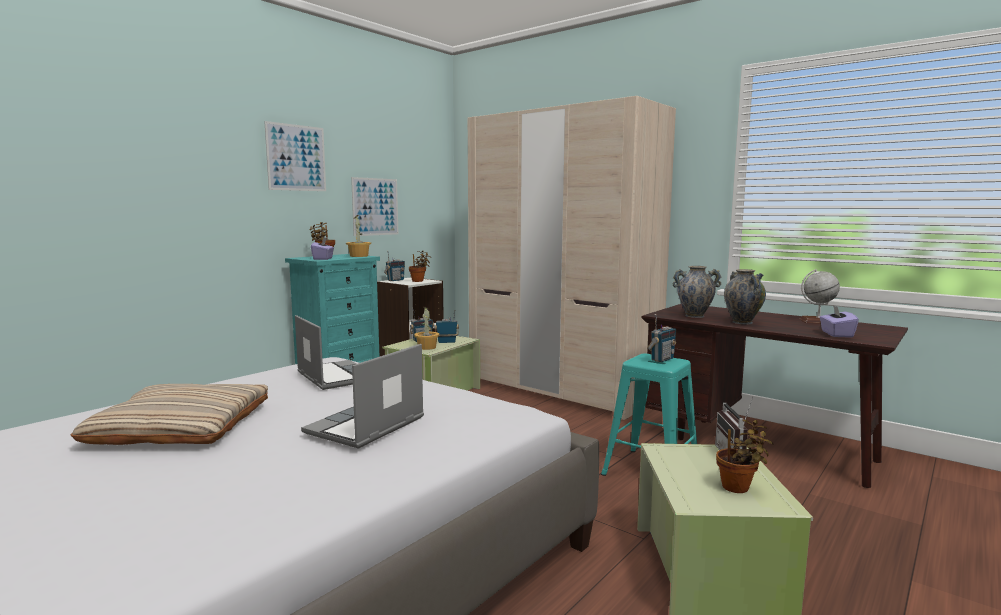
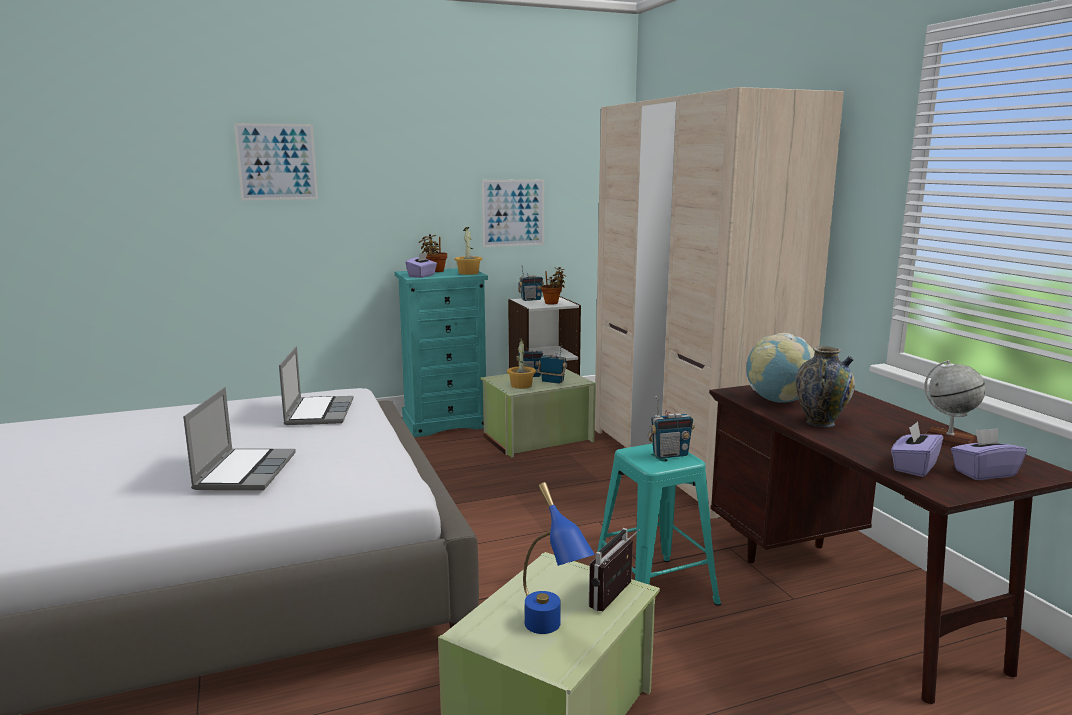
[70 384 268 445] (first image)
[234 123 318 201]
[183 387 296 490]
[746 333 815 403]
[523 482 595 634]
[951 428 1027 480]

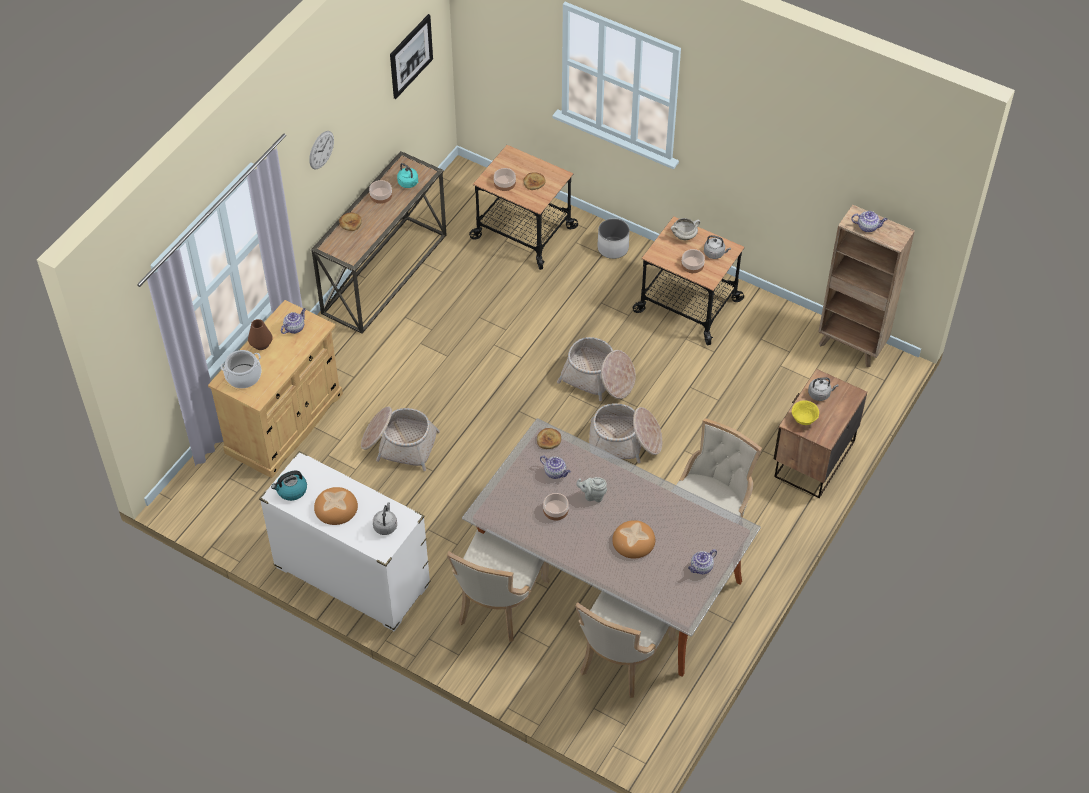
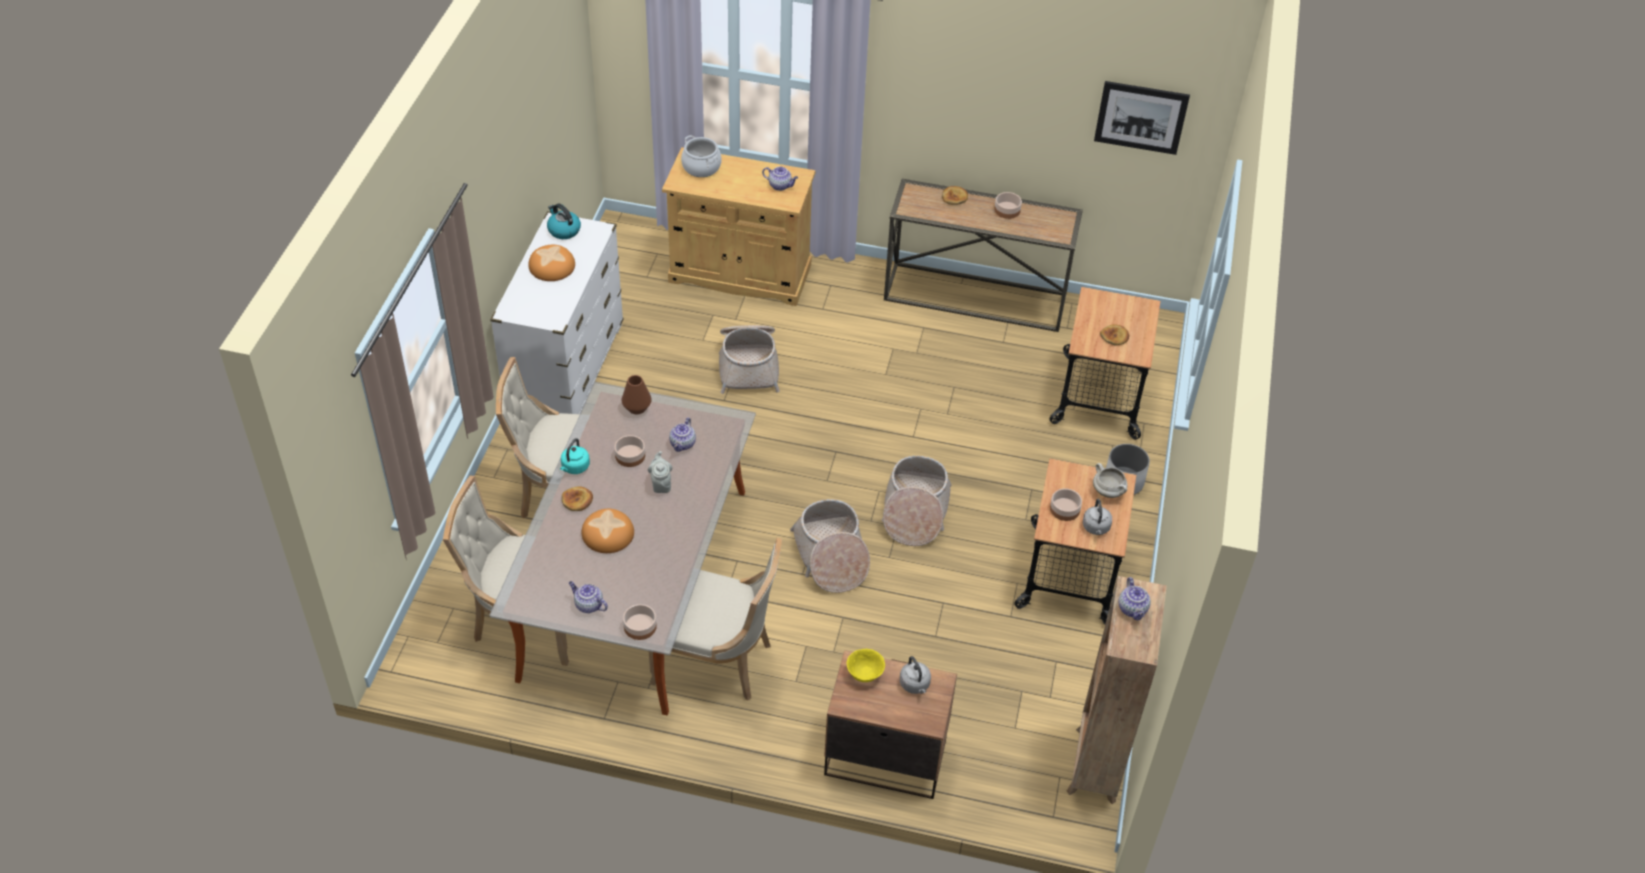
[622 375 652 414]
[309 131 334 170] (first image)
[373 502 397 535] (first image)
[560 438 590 474]
[623 604 657 640]
[562 487 593 511]

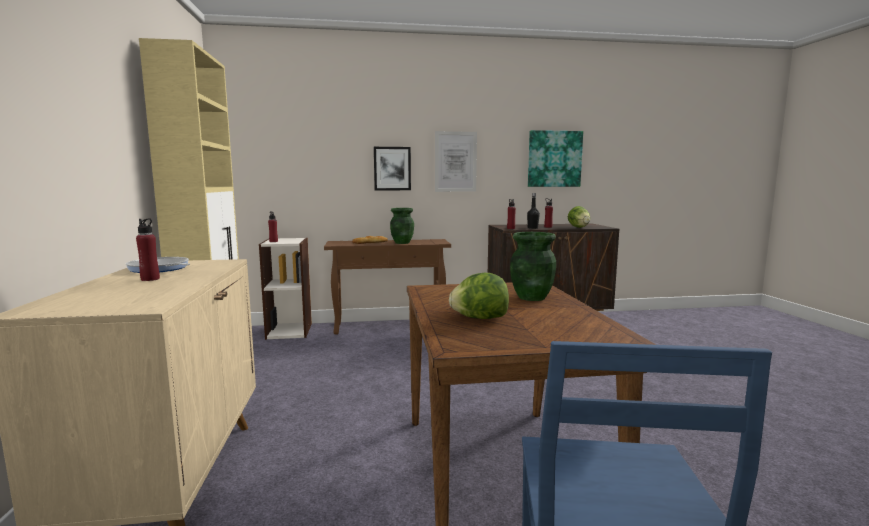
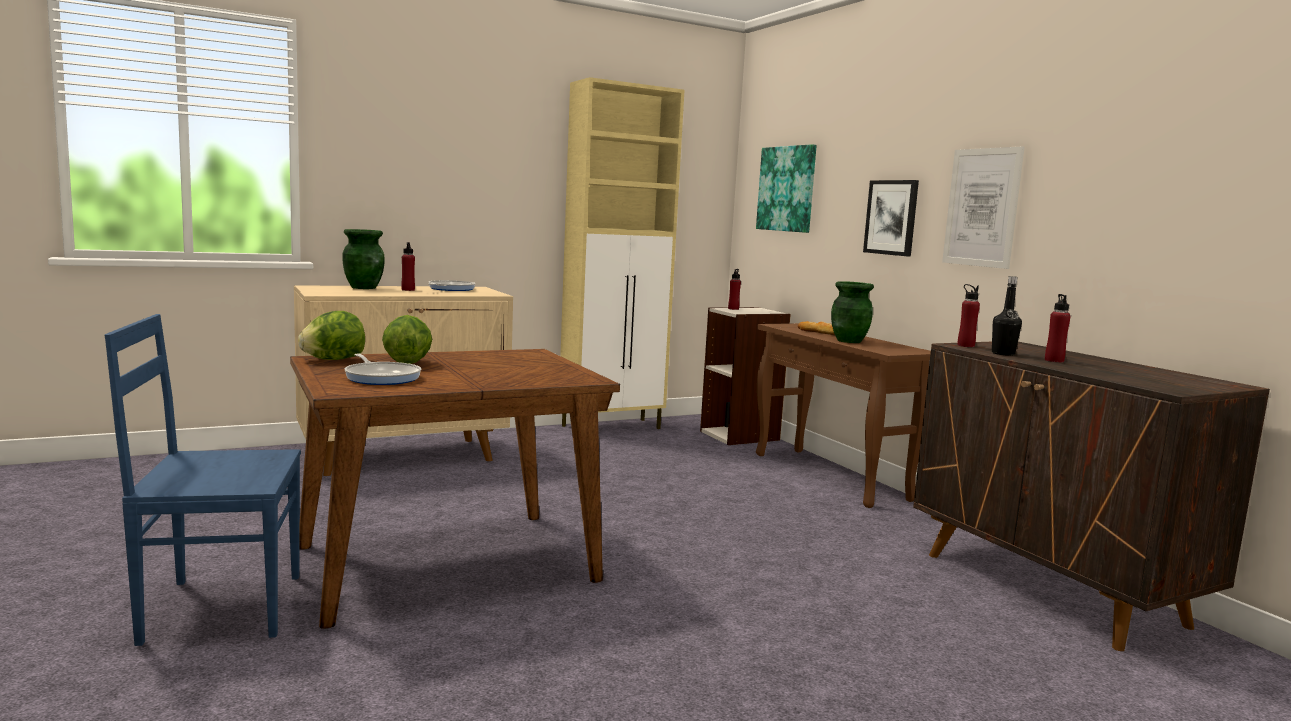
[342 229 385 289]
[756 144 817 233]
[298 311 365 360]
[345 354 421 385]

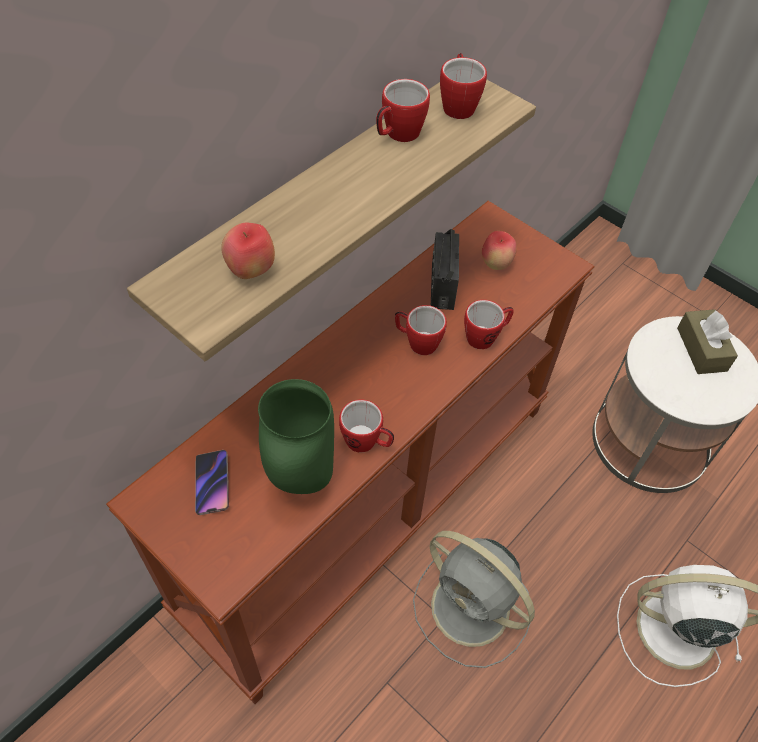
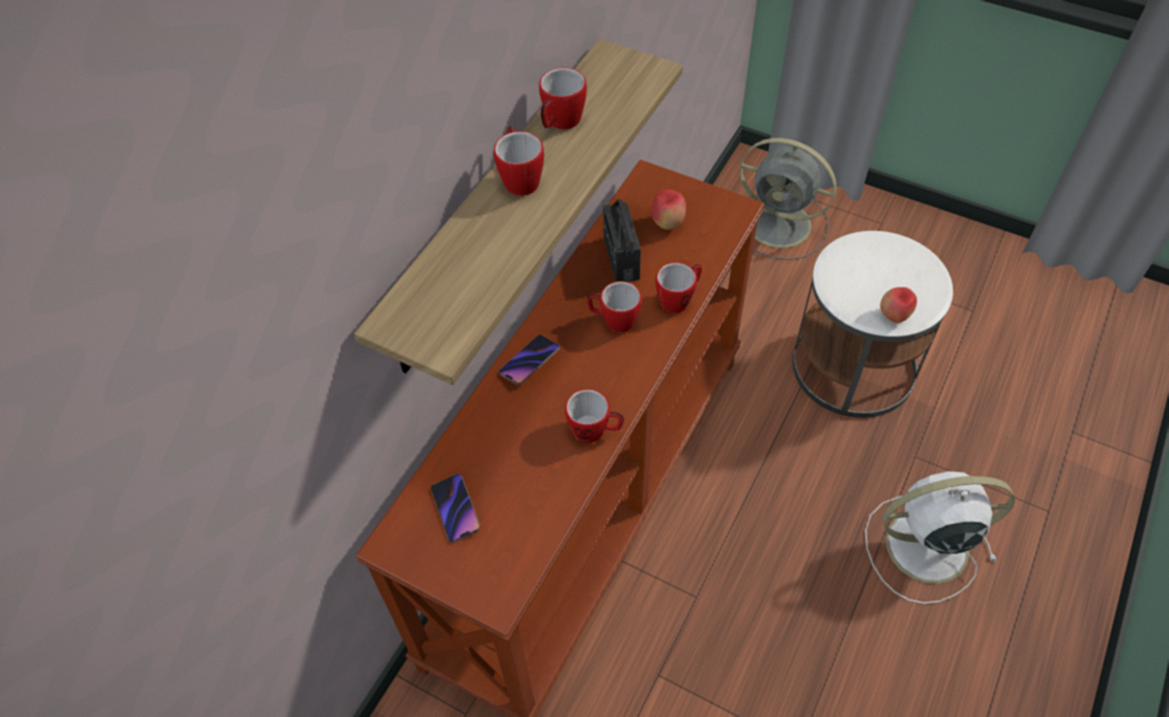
[880 287 917 323]
[258 379 334 494] (first image)
[740 138 837 260]
[494 126 544 196]
[677 309 738 374] (first image)
[499 335 560 385]

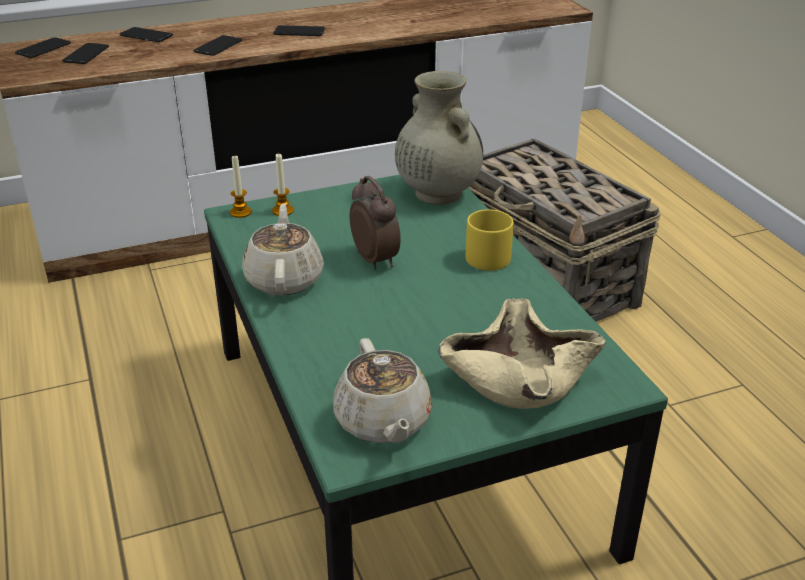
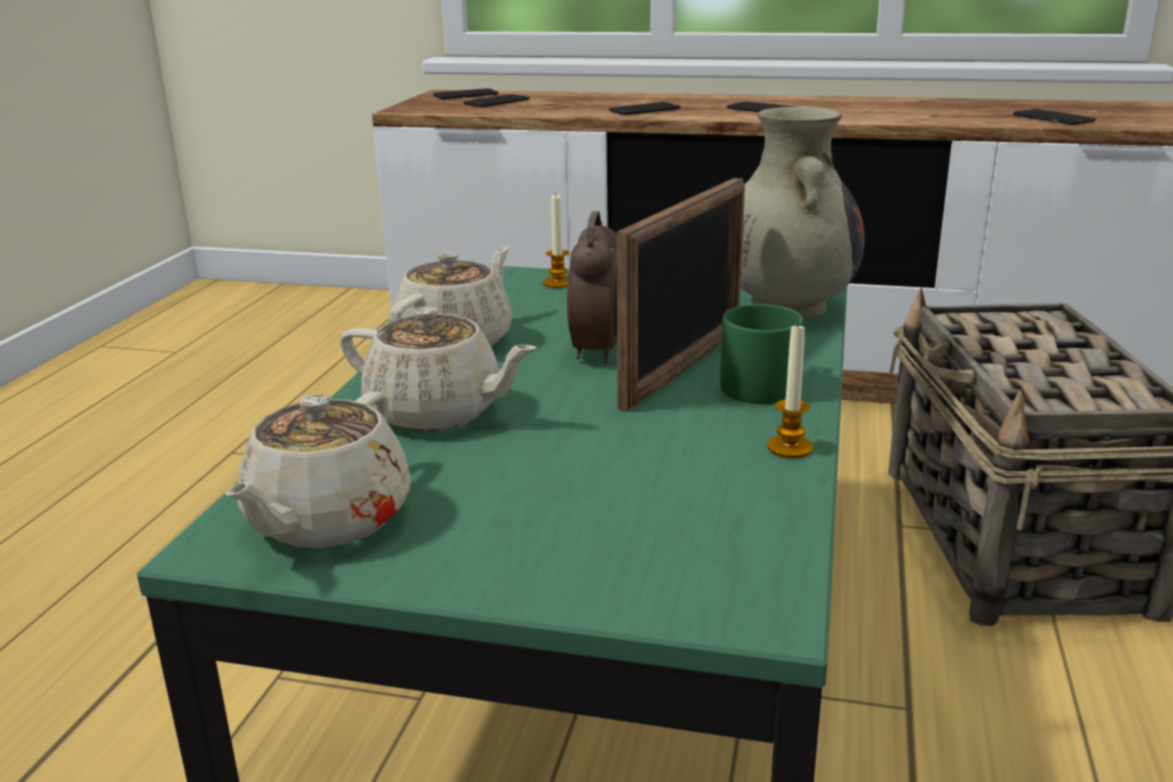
[1013 109 1096 125]
[767 322 813 458]
[438 299 606 409] (first image)
[720 304 803 404]
[340 306 536 431]
[617 178 745 411]

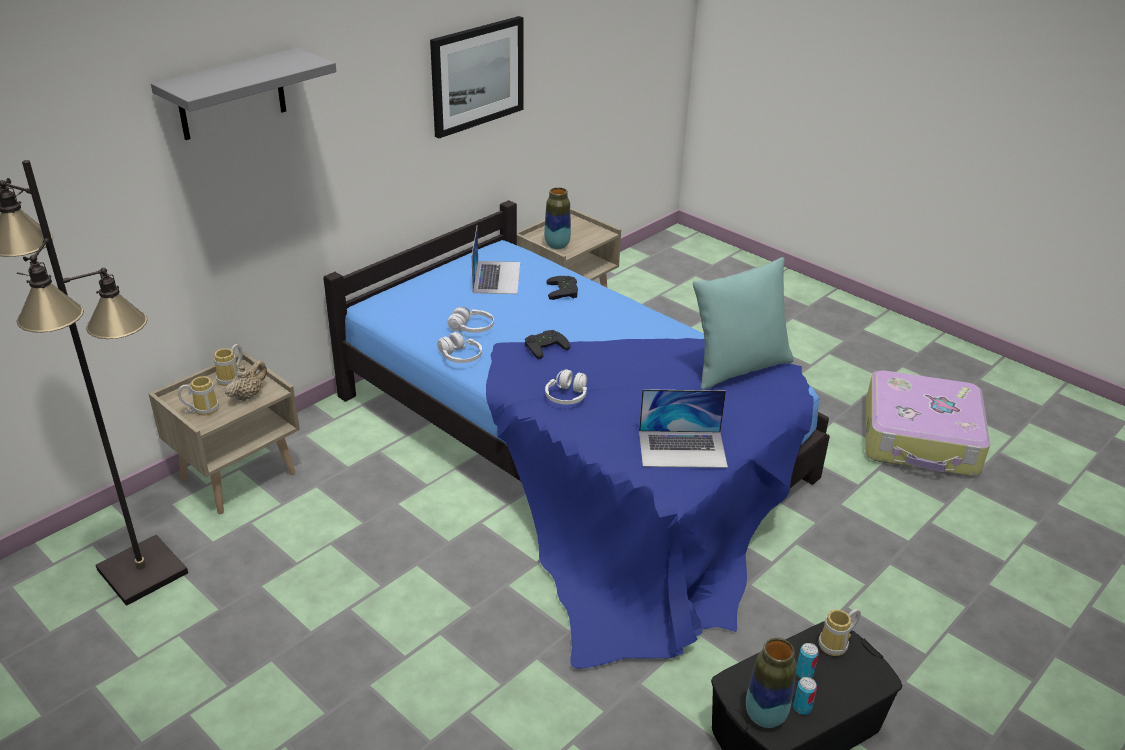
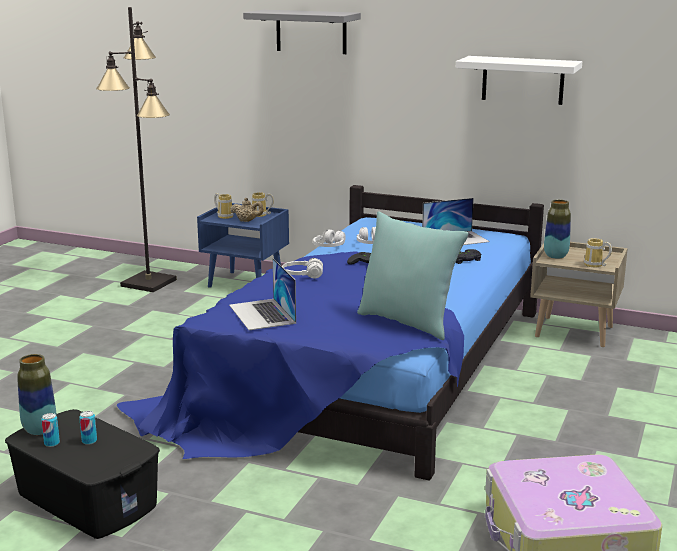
[197 203 289 288]
[456 56 582 105]
[584 238 612 267]

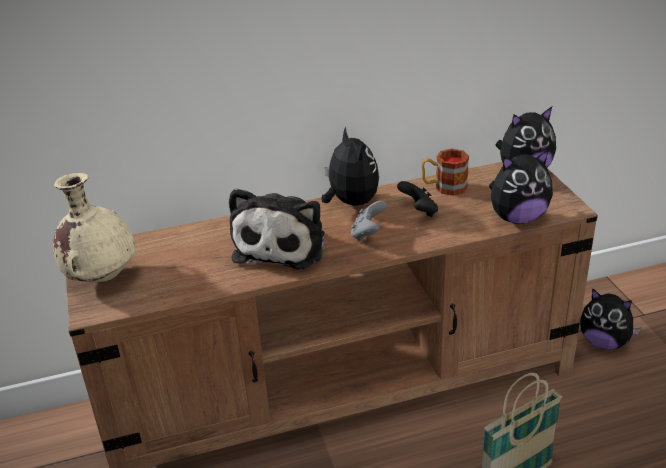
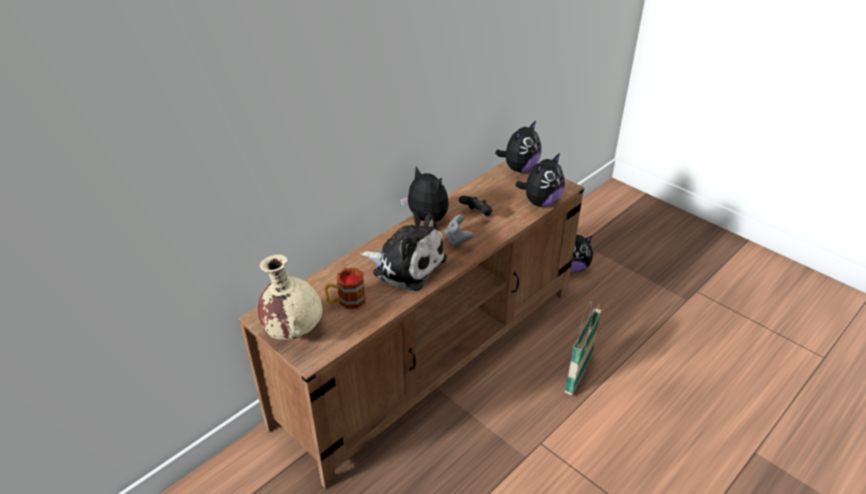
[361 214 447 291]
[325 268 365 309]

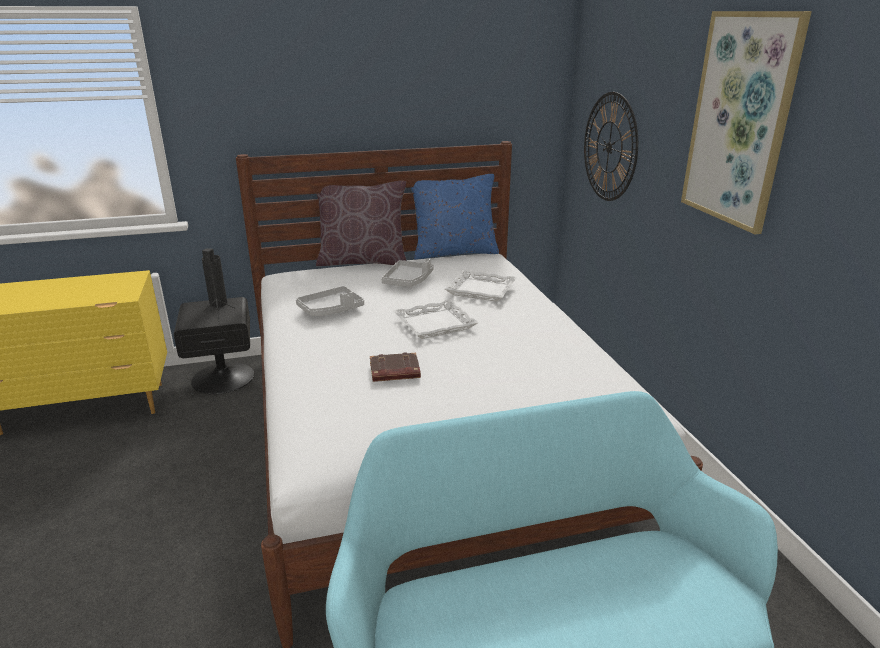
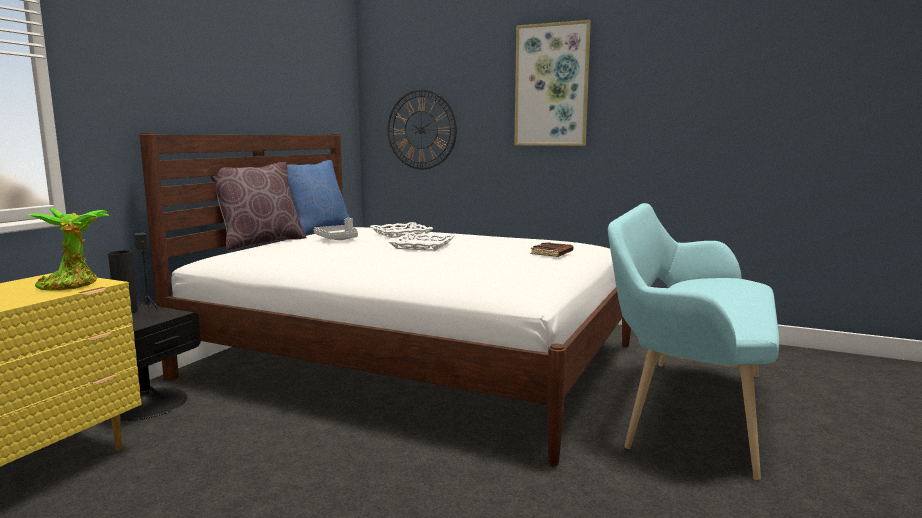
[296 286 364 316] (first image)
[531 242 573 257]
[28 208 110 291]

